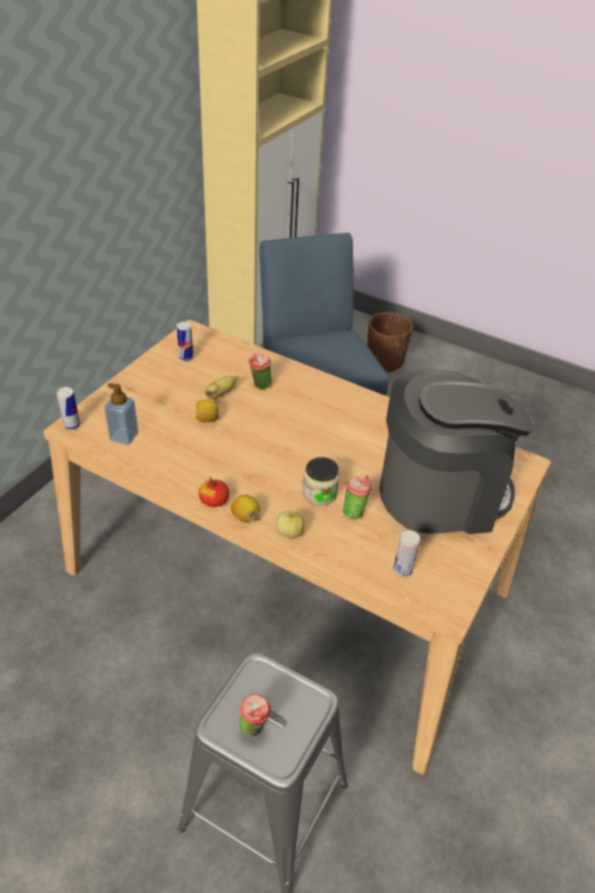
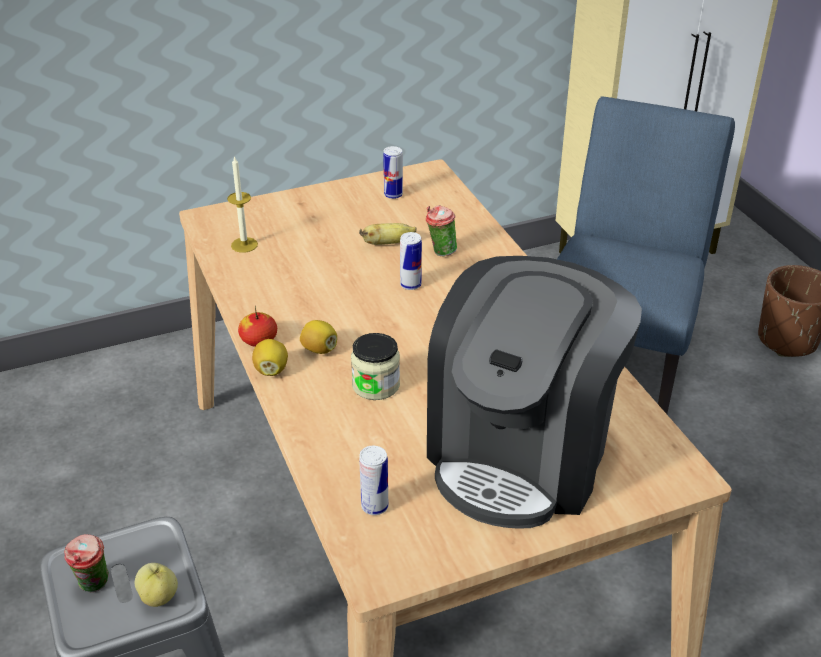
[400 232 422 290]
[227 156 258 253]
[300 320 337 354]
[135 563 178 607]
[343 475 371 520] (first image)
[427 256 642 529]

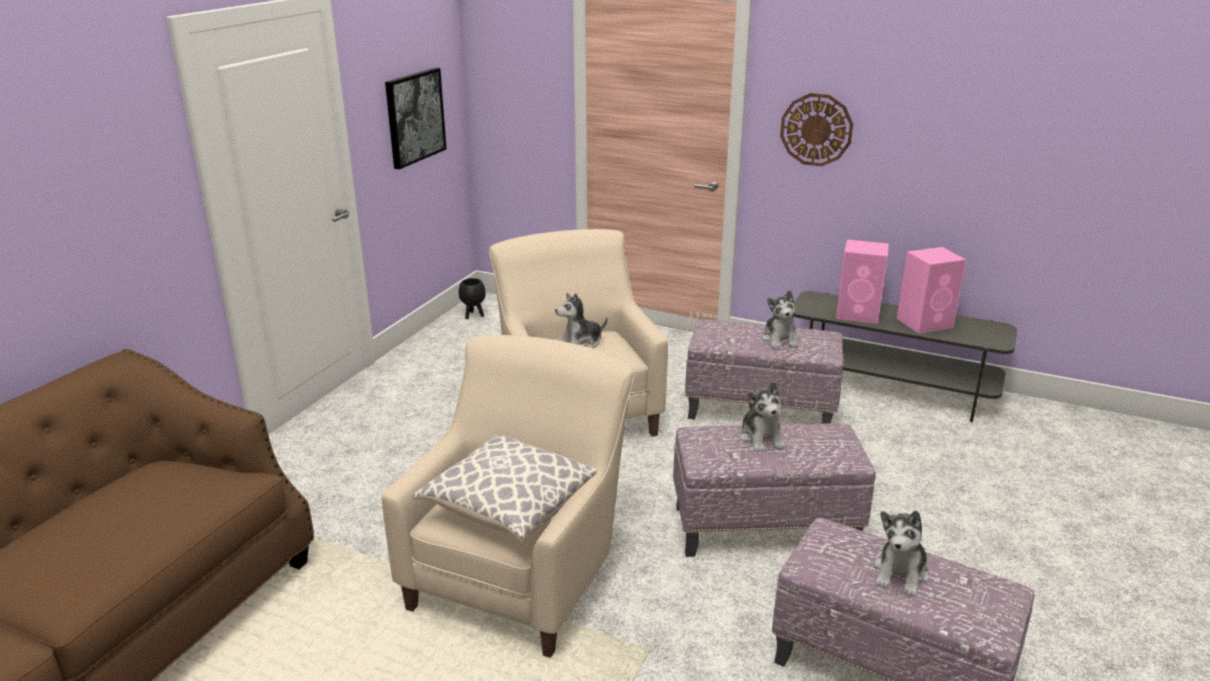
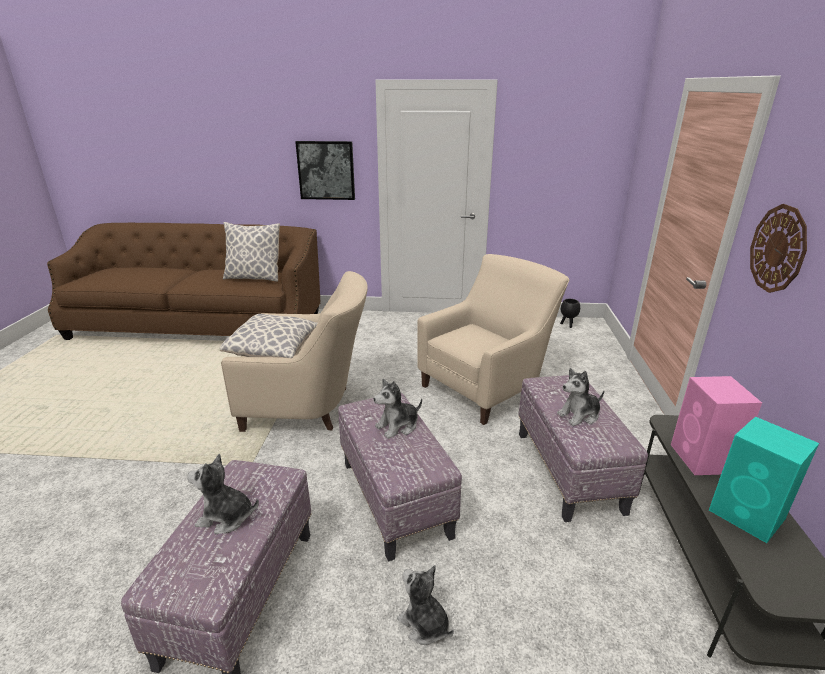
[295 141 355 200]
[397 565 454 645]
[709 417 819 543]
[223 222 280 282]

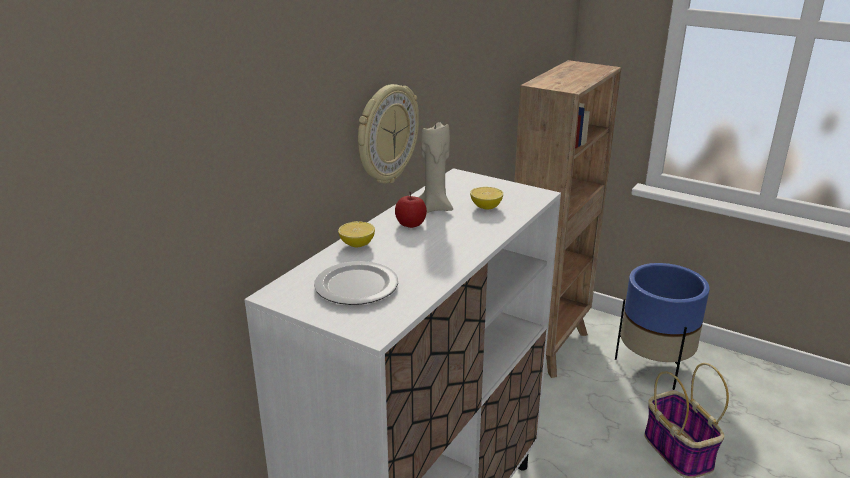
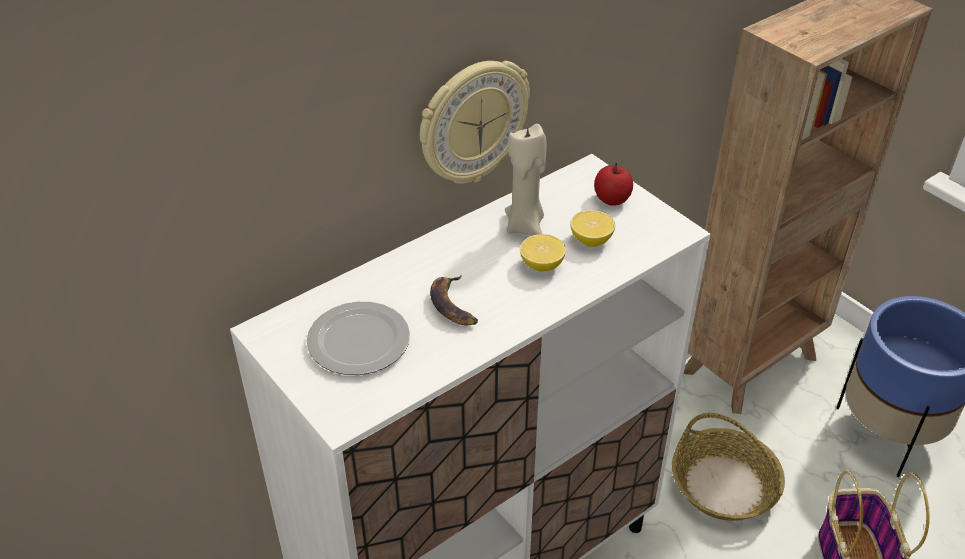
[520 234 566 271]
[594 163 633 206]
[430 276 478 325]
[672 413 785 521]

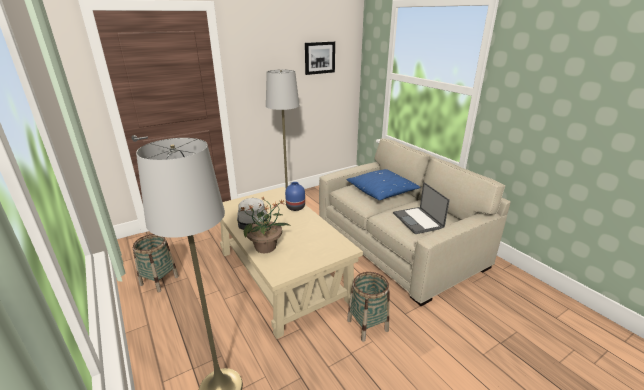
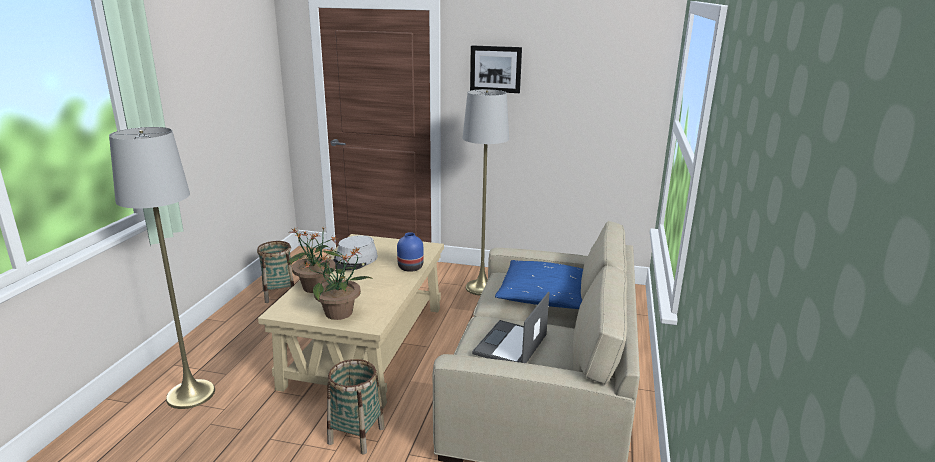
[470 45 522 93]
[303 247 372 320]

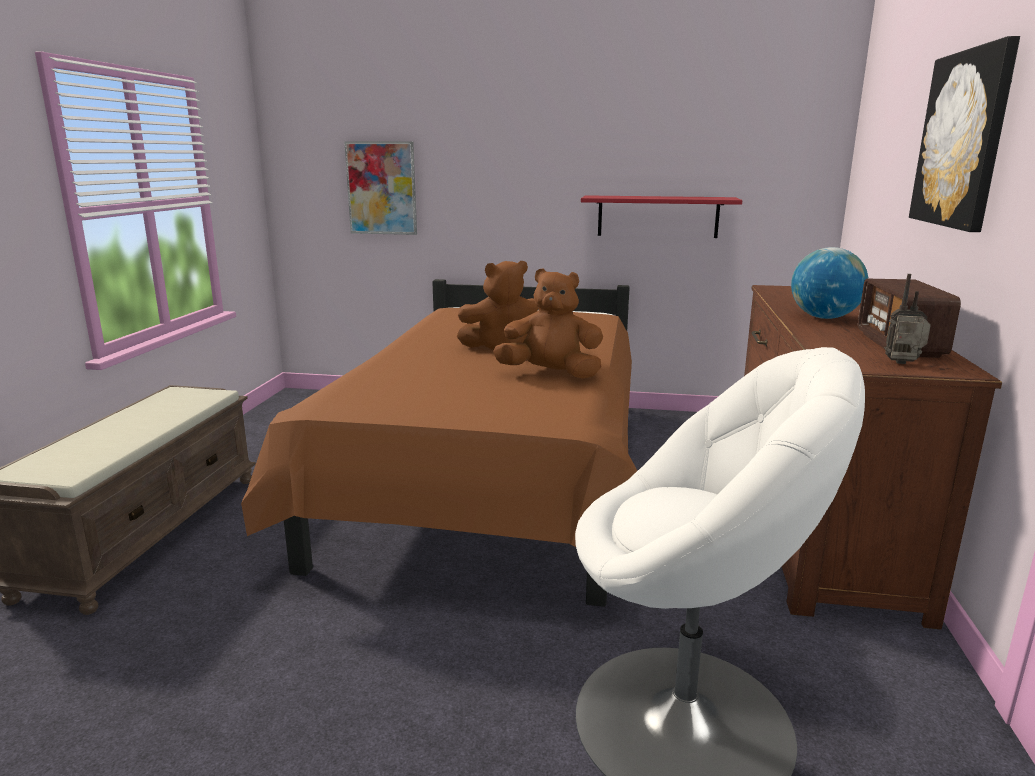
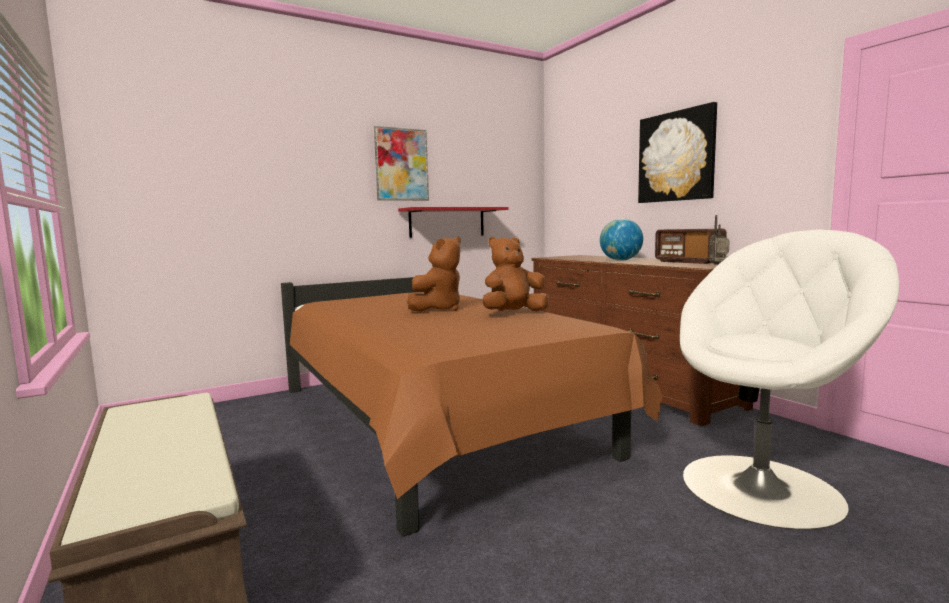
[374 126 429 201]

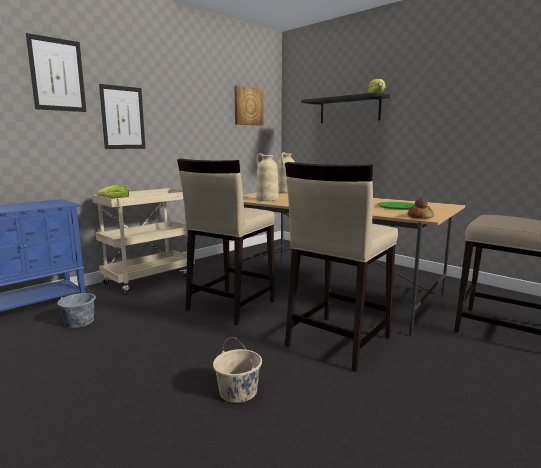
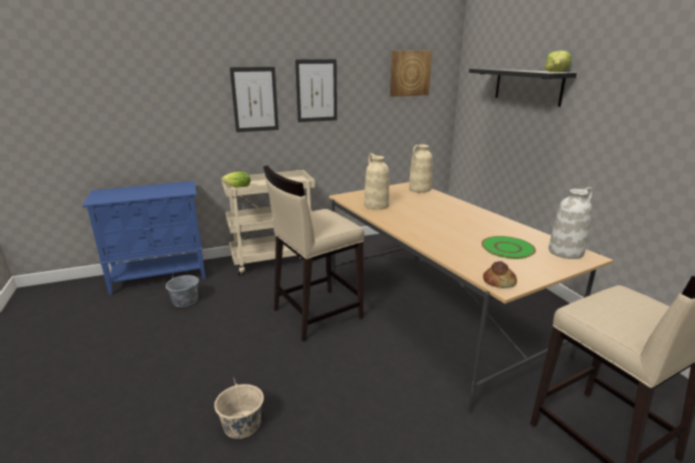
[295 59 337 122]
[285 162 398 372] (first image)
[548 187 593 259]

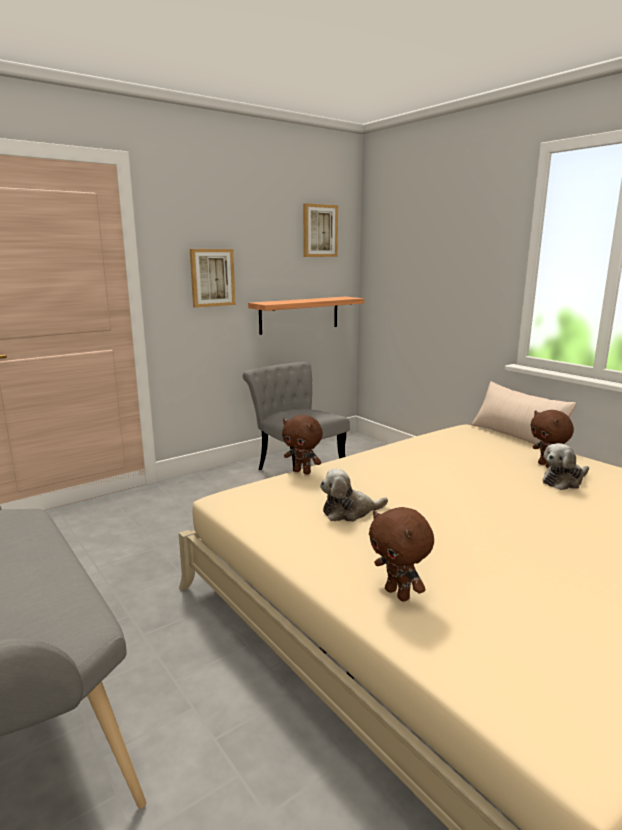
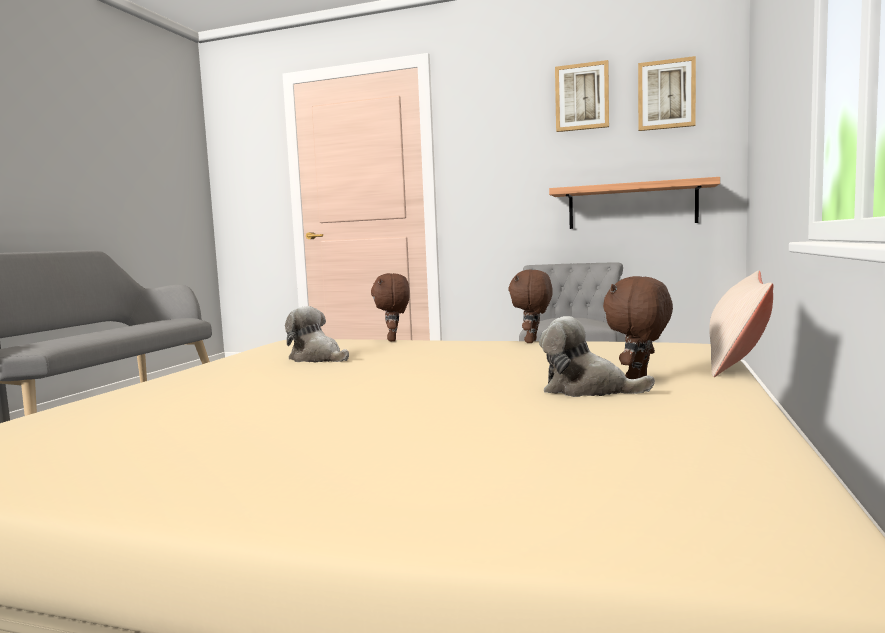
[555 60 609 132]
[508 270 553 343]

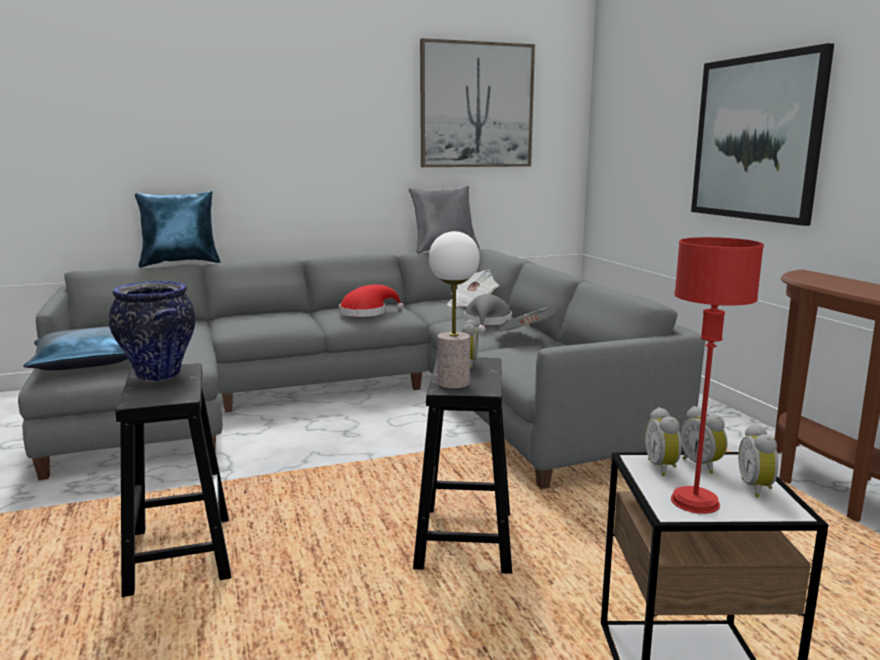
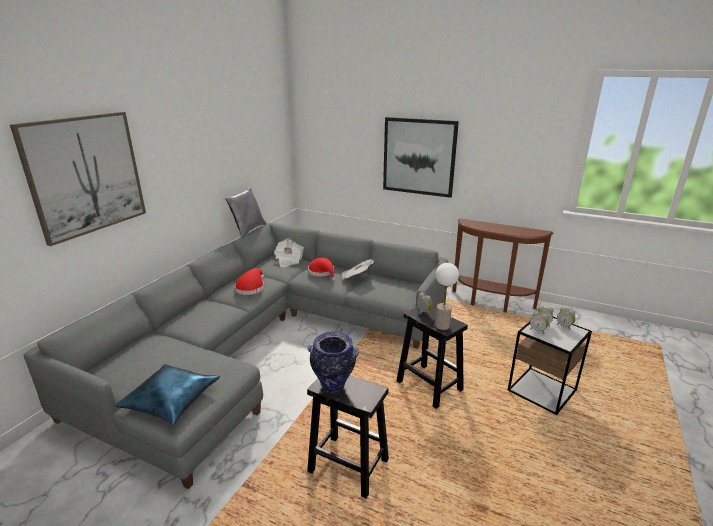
[135 191 220 268] (first image)
[10 112 146 246]
[308 257 336 281]
[671 237 764 514] (first image)

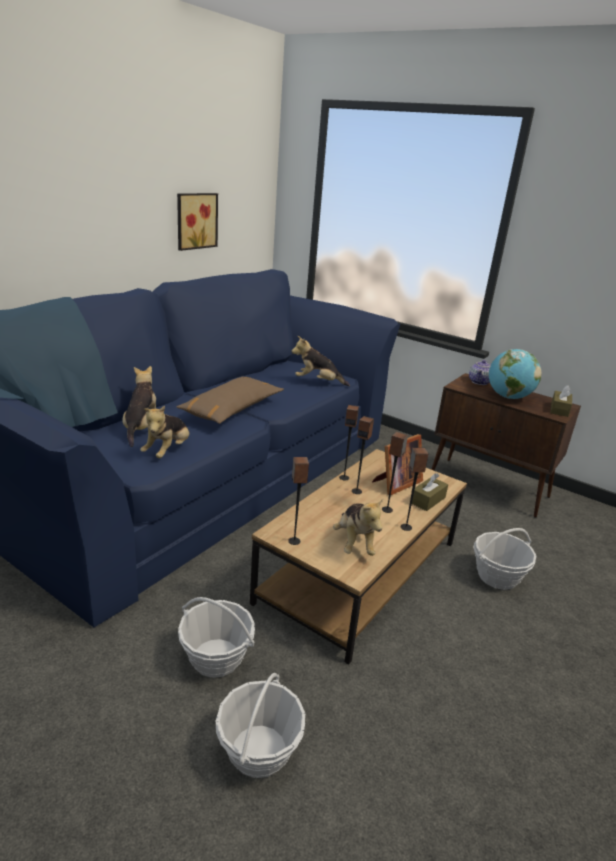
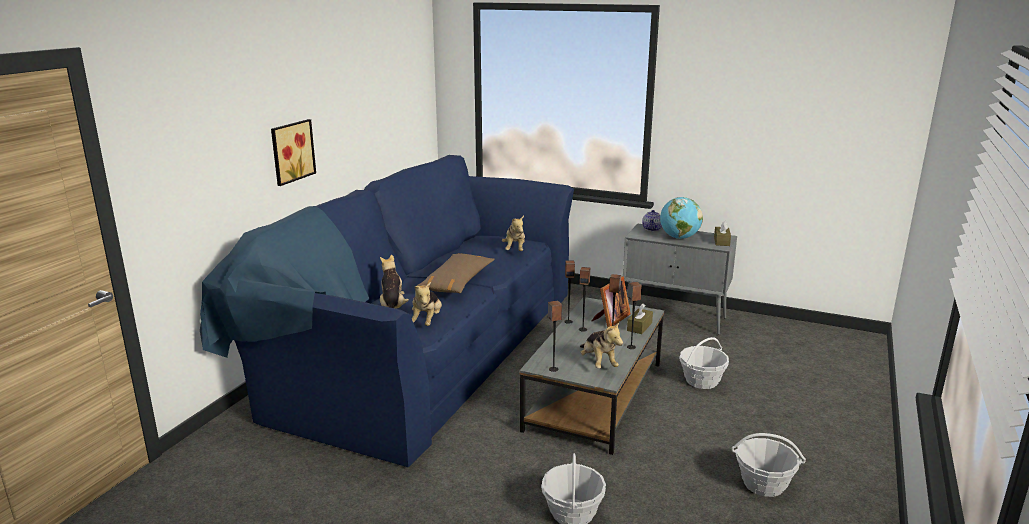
[271 119 316 186]
[732 433 806 497]
[519 297 664 455]
[502 215 525 251]
[623 223 737 335]

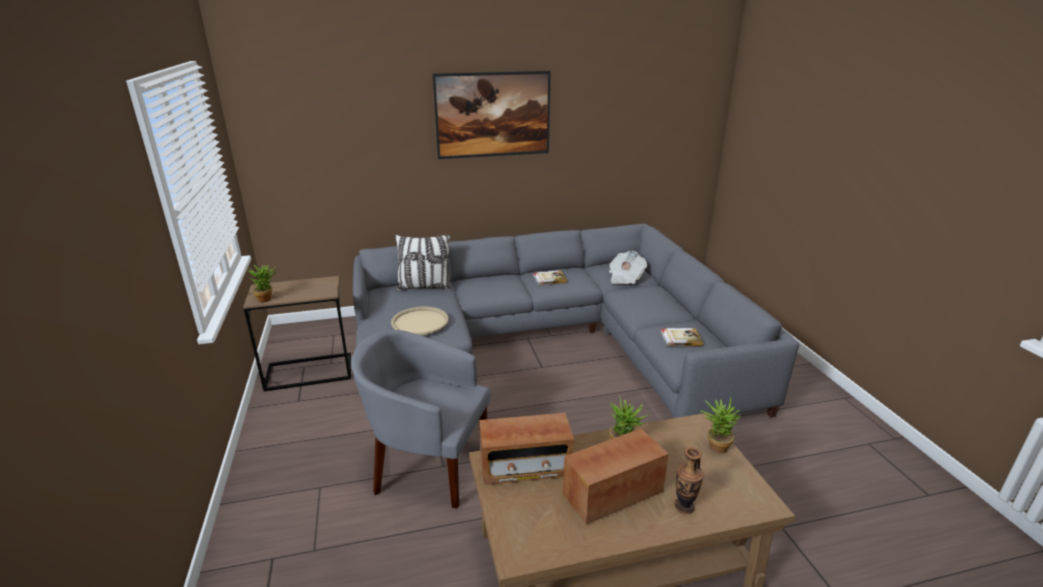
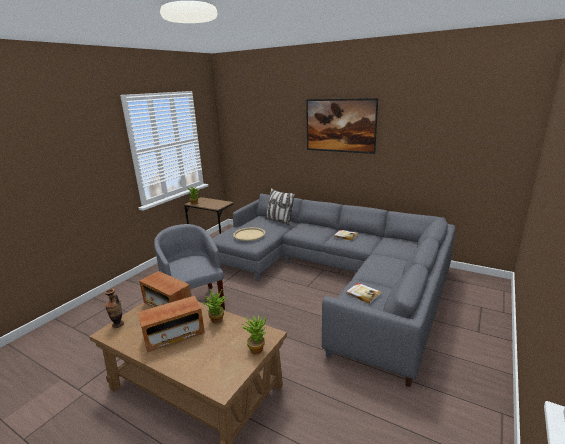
[138 296 205 353]
[609 251 647 284] (first image)
[105 289 124 328]

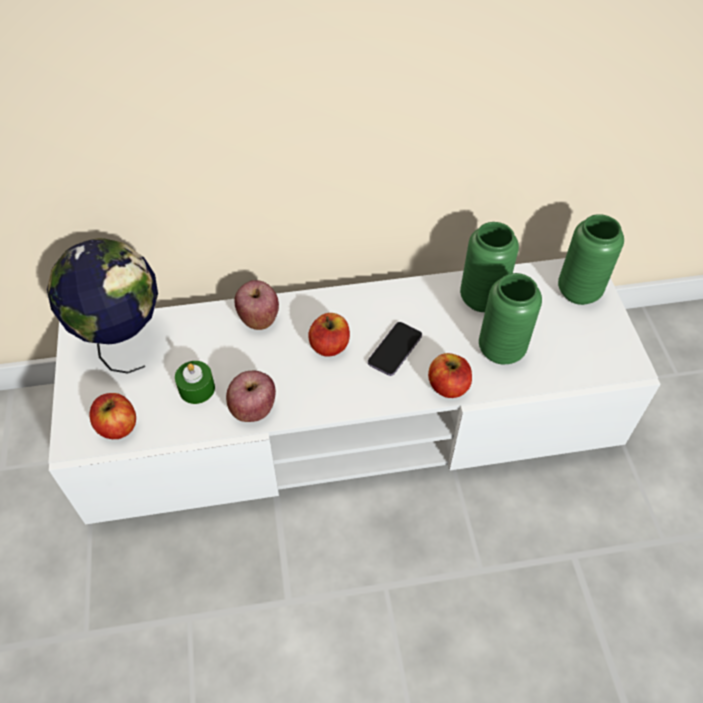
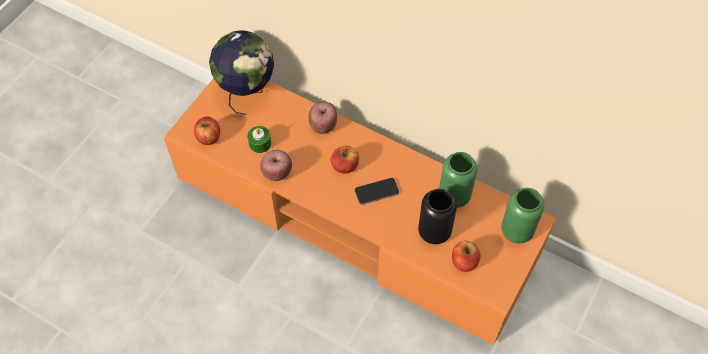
[164 78 556 345]
[452 241 481 272]
[418 189 457 244]

